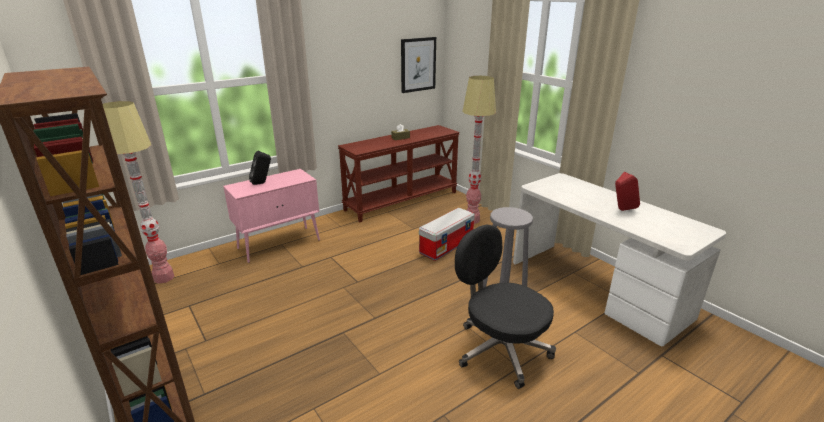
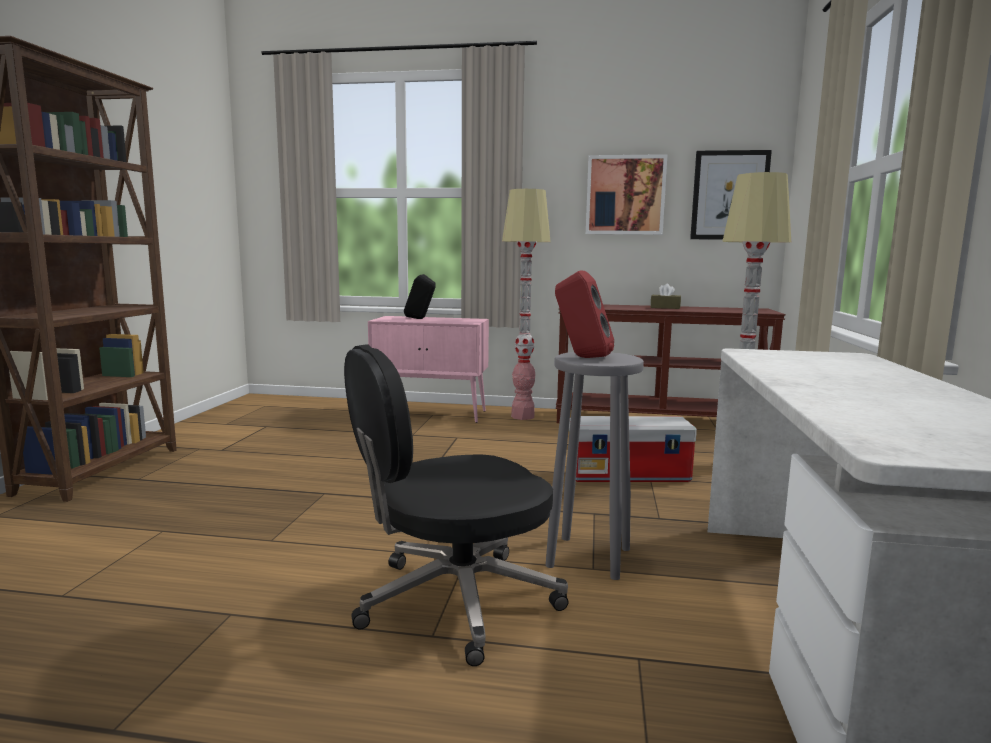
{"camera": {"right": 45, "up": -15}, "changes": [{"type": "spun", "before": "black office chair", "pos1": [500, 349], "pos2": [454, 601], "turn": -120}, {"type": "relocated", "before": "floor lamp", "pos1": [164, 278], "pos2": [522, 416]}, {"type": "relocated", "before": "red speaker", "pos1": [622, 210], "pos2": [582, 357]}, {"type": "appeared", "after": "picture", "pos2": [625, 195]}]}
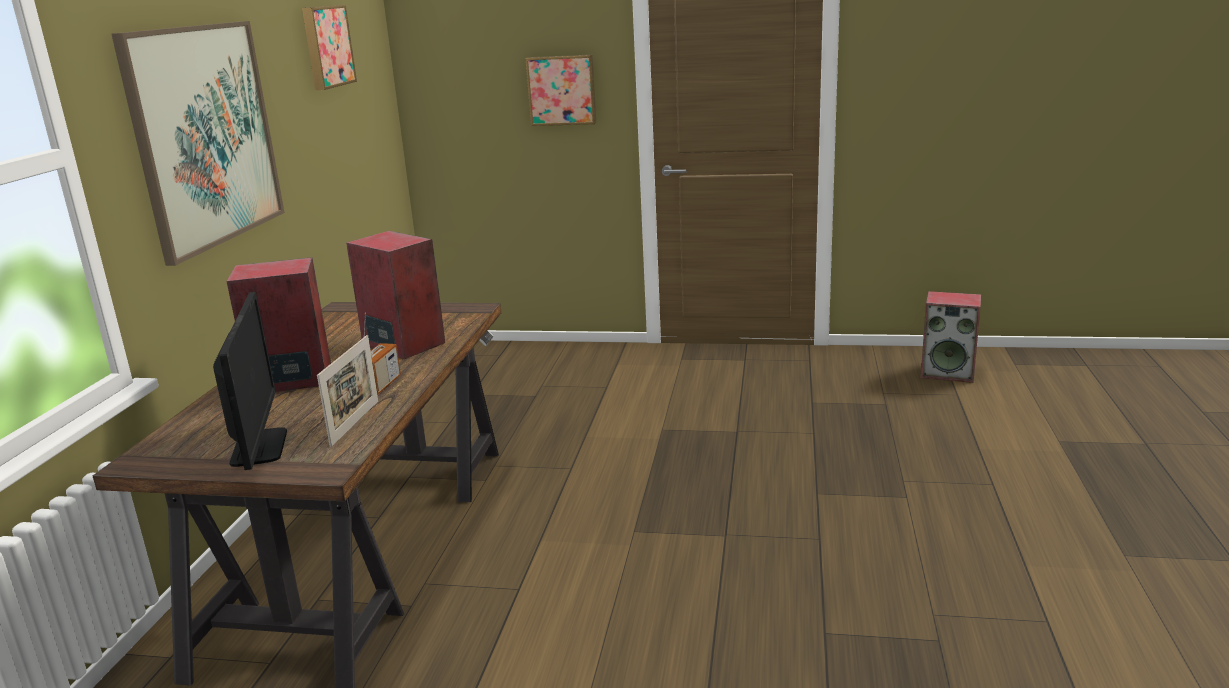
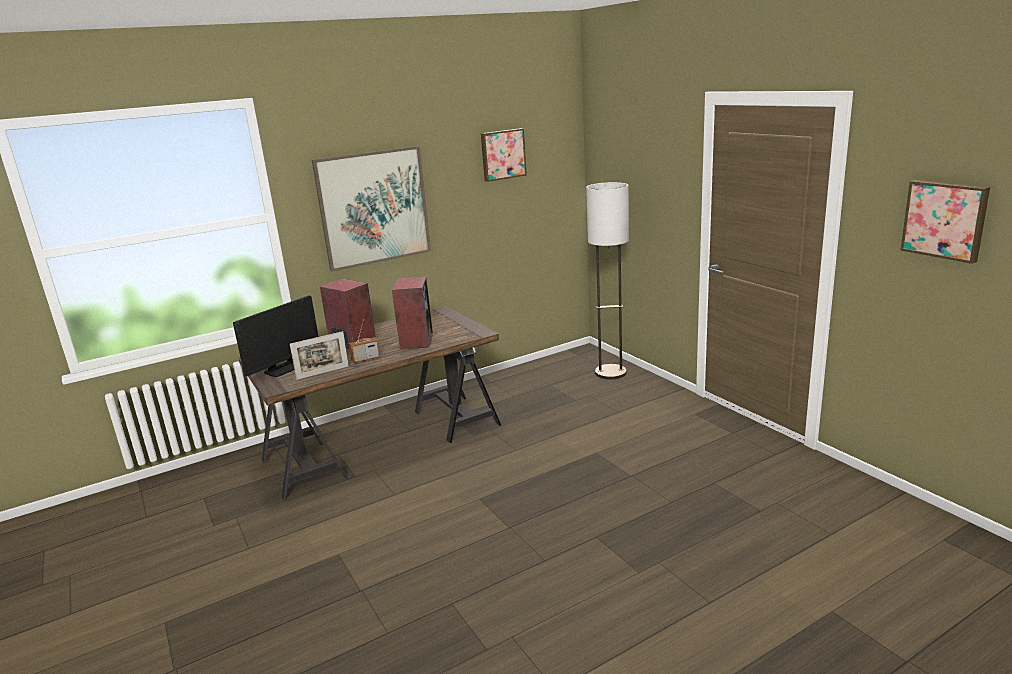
{"camera": {"right": 50, "up": 0}, "changes": [{"type": "appeared", "after": "floor lamp", "pos2": [610, 372]}, {"type": "relocated", "before": "picture", "pos1": [562, 90], "pos2": [945, 219]}, {"type": "missing", "before": "speaker", "pos1": [948, 372]}]}
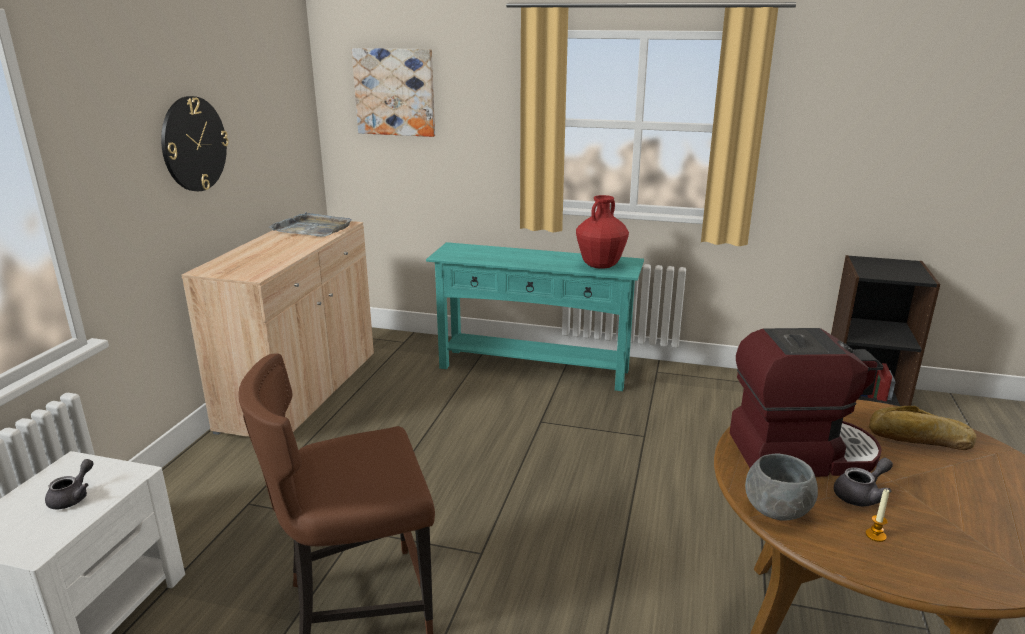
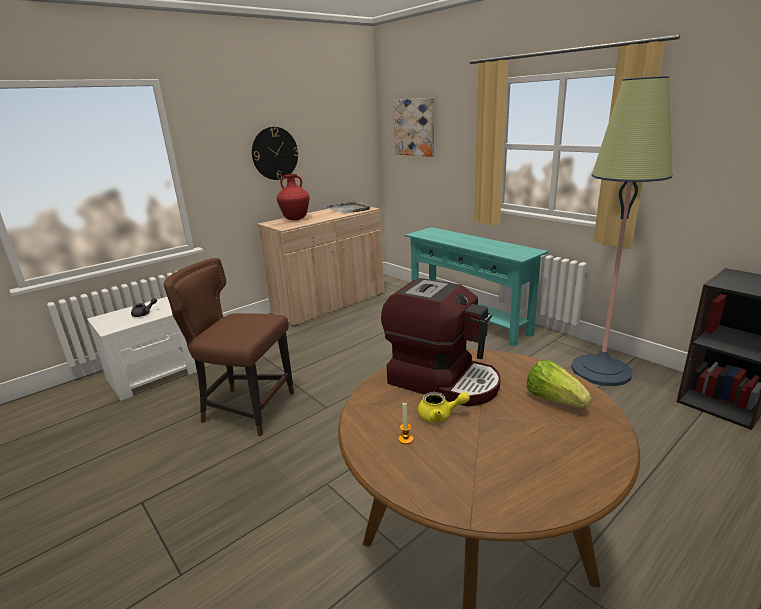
{"camera": {"right": 35, "up": 0}, "changes": [{"type": "relocated", "before": "red vase", "pos1": [600, 266], "pos2": [295, 219]}, {"type": "colour", "before": "grey teapot", "after": "yellow teapot", "pos1": [861, 495], "pos2": [440, 415]}, {"type": "exchanged", "before": "bread", "after": "lettuce", "pos1": [920, 439], "pos2": [554, 399]}, {"type": "appeared", "after": "floor lamp", "pos2": [601, 371]}, {"type": "missing", "before": "grey bowl", "pos1": [776, 510]}]}
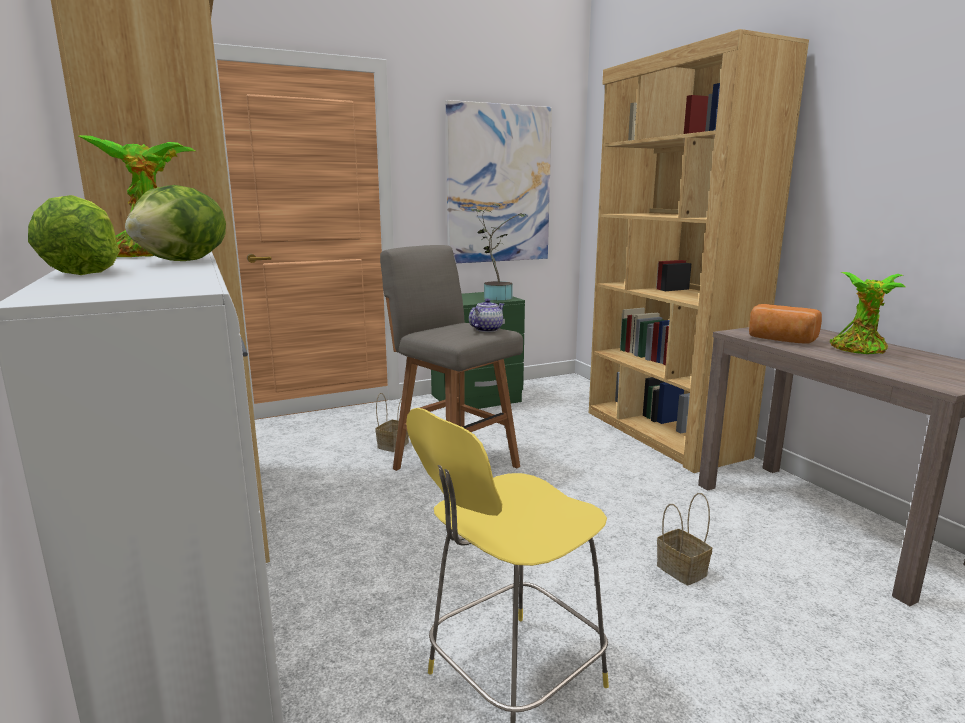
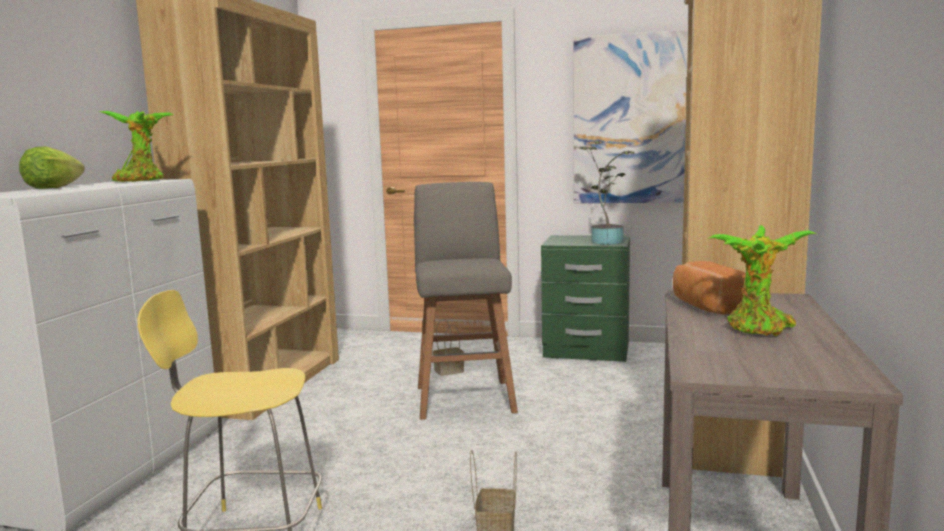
{"camera": {"right": 40, "up": -5}, "changes": [{"type": "missing", "before": "lettuce", "pos1": [184, 261]}, {"type": "missing", "before": "teapot", "pos1": [487, 329]}]}
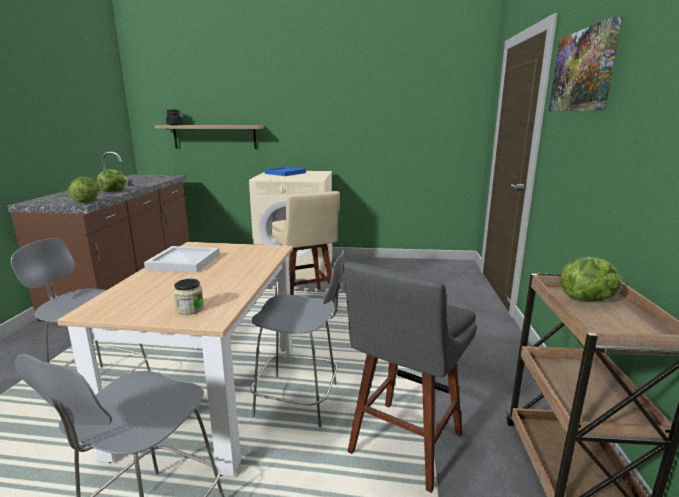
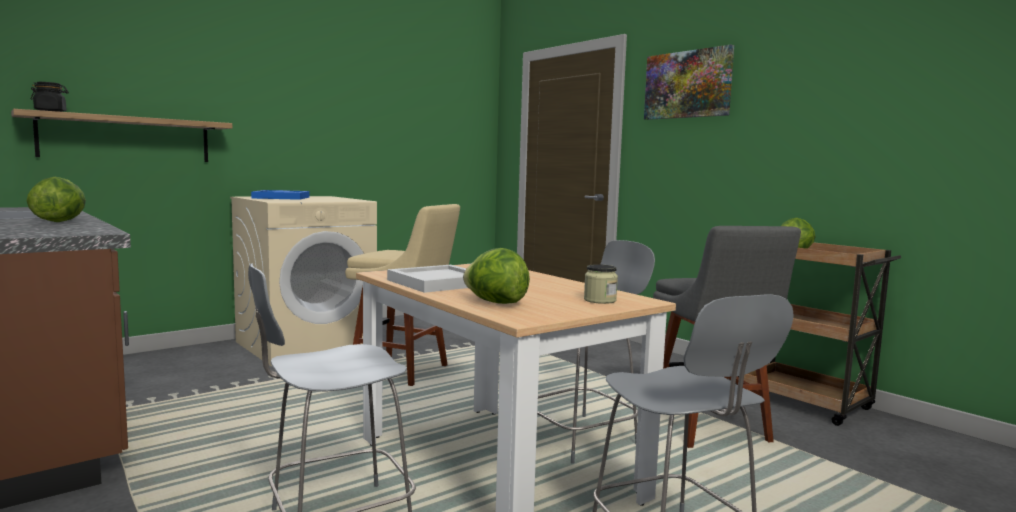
{"camera": {"right": -45, "up": -10}, "changes": [{"type": "relocated", "before": "lettuce", "pos1": [87, 201], "pos2": [495, 302]}]}
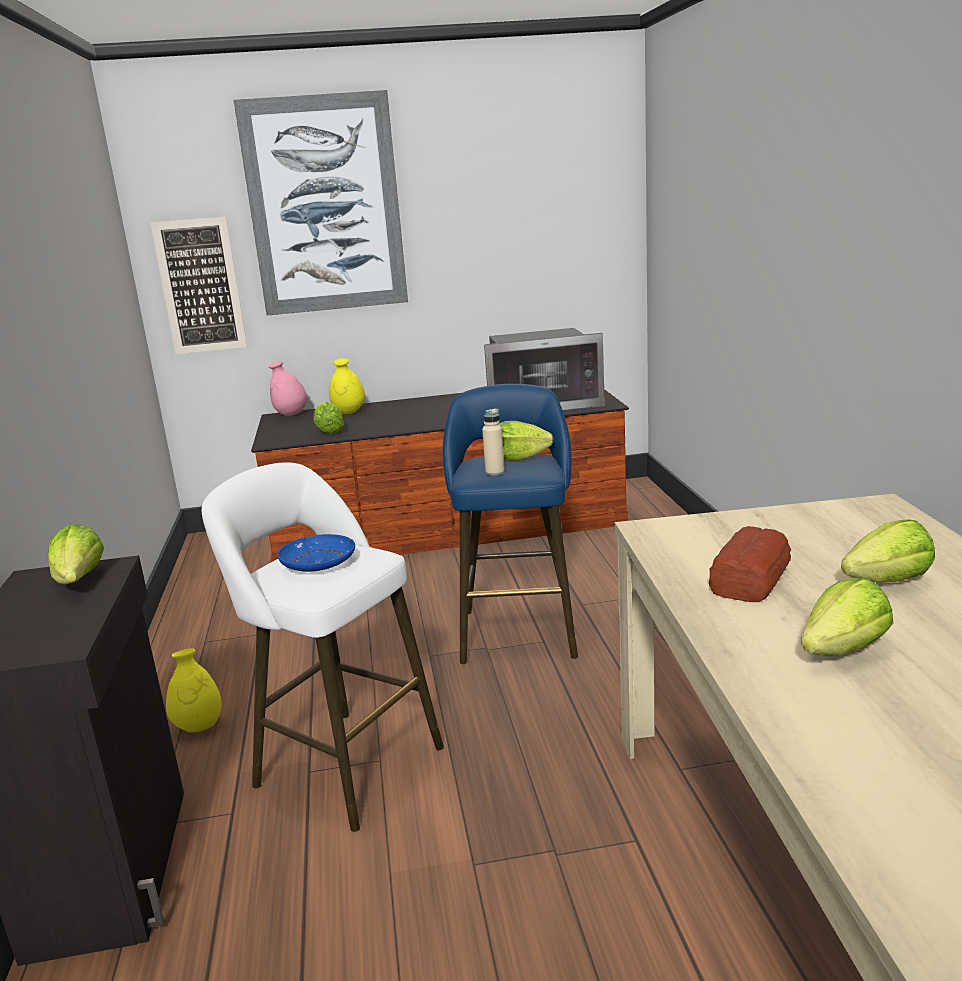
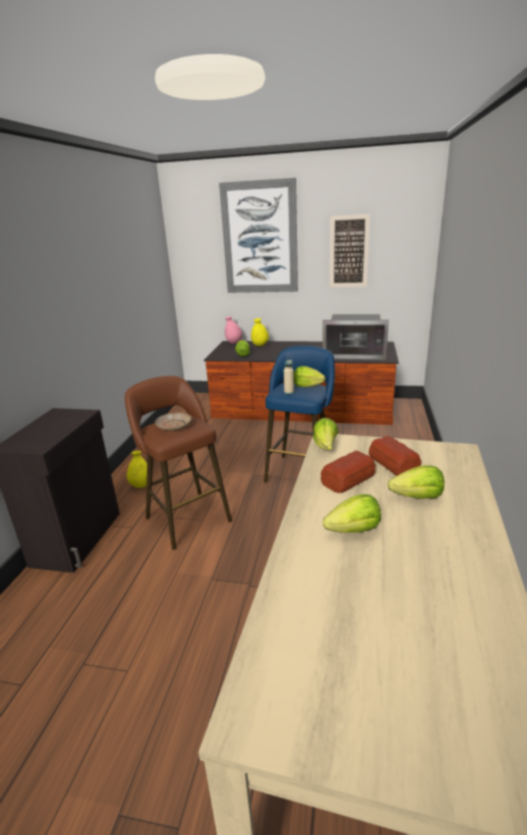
{"camera": {"right": 20, "up": 5}, "changes": [{"type": "colour", "before": "white stool", "after": "brown stool", "pos1": [341, 763], "pos2": [185, 517]}, {"type": "colour", "before": "blue plate", "after": "beige plate", "pos1": [317, 562], "pos2": [174, 426]}, {"type": "relocated", "before": "lettuce", "pos1": [79, 581], "pos2": [326, 447]}, {"type": "relocated", "before": "picture", "pos1": [200, 286], "pos2": [349, 252]}, {"type": "appeared", "after": "bread", "pos2": [393, 462]}]}
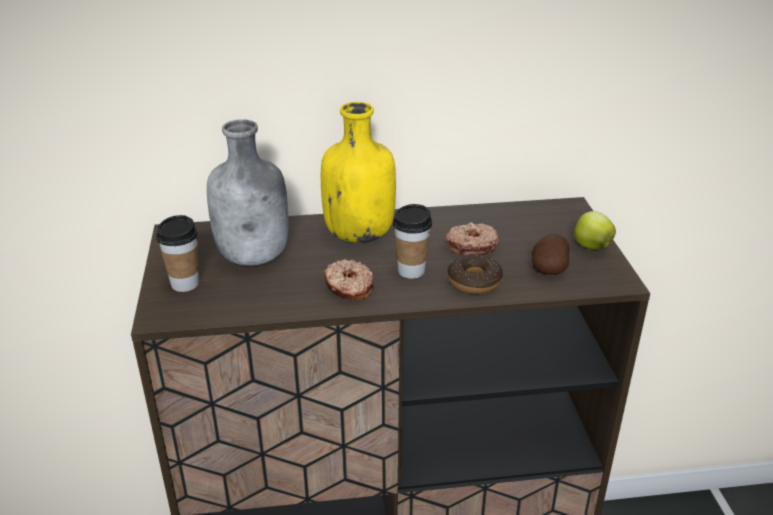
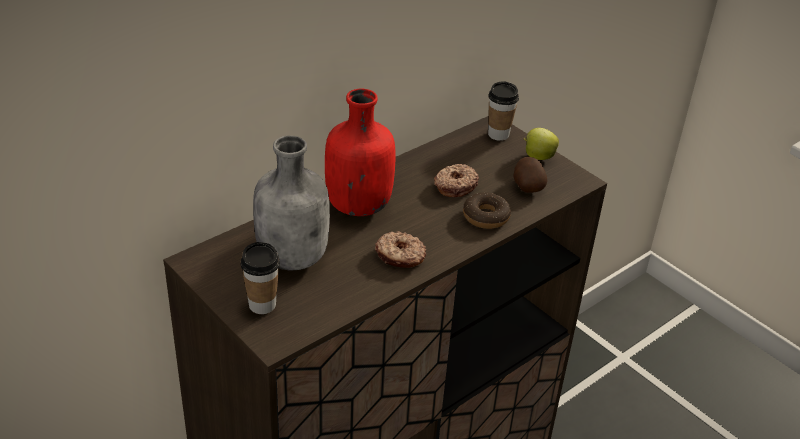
{"camera": {"right": -35, "up": 5}, "changes": [{"type": "colour", "before": "yellow bottle", "after": "red bottle", "pos1": [359, 233], "pos2": [358, 205]}, {"type": "relocated", "before": "cup", "pos1": [411, 271], "pos2": [498, 134]}]}
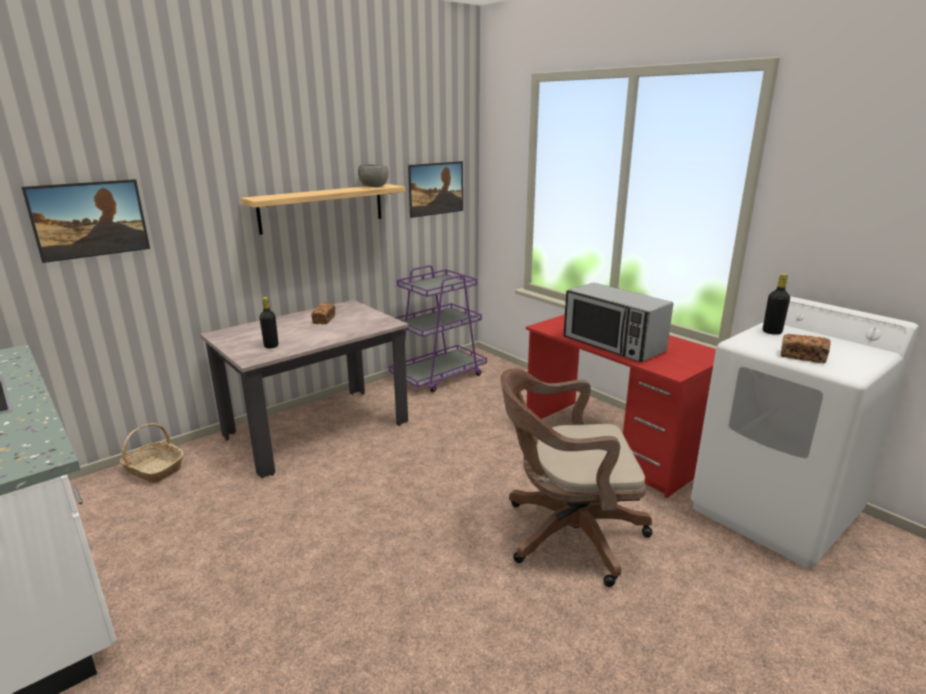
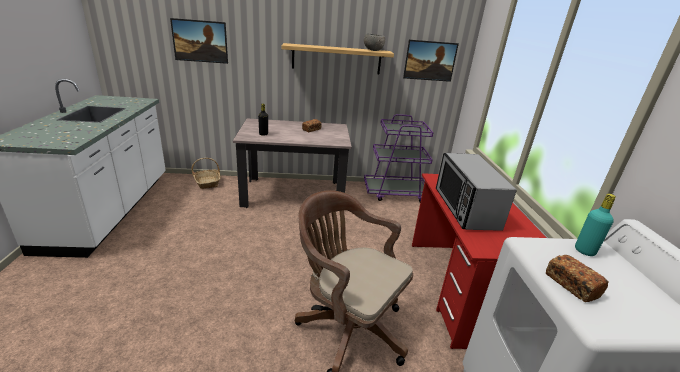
{"camera": {"right": 35, "up": 5}, "changes": [{"type": "colour", "before": "black bottle", "after": "turquoise bottle", "pos1": [772, 332], "pos2": [584, 251]}]}
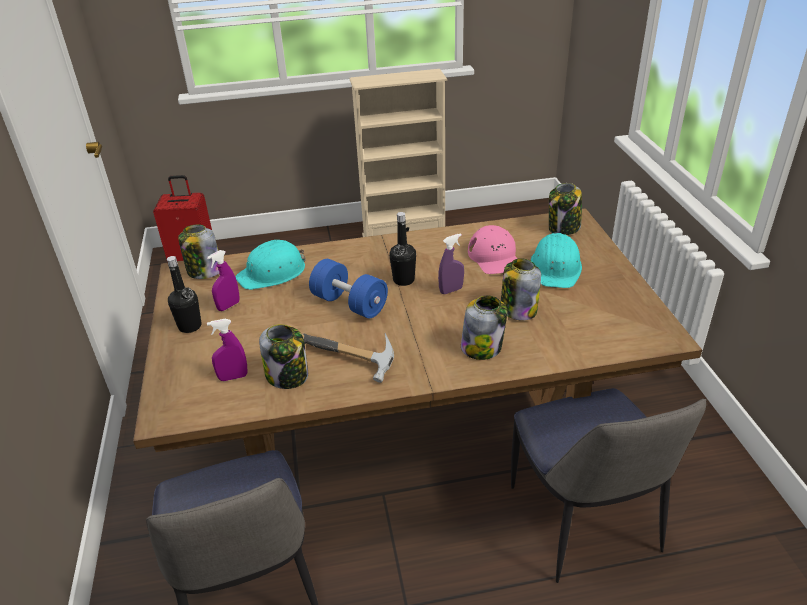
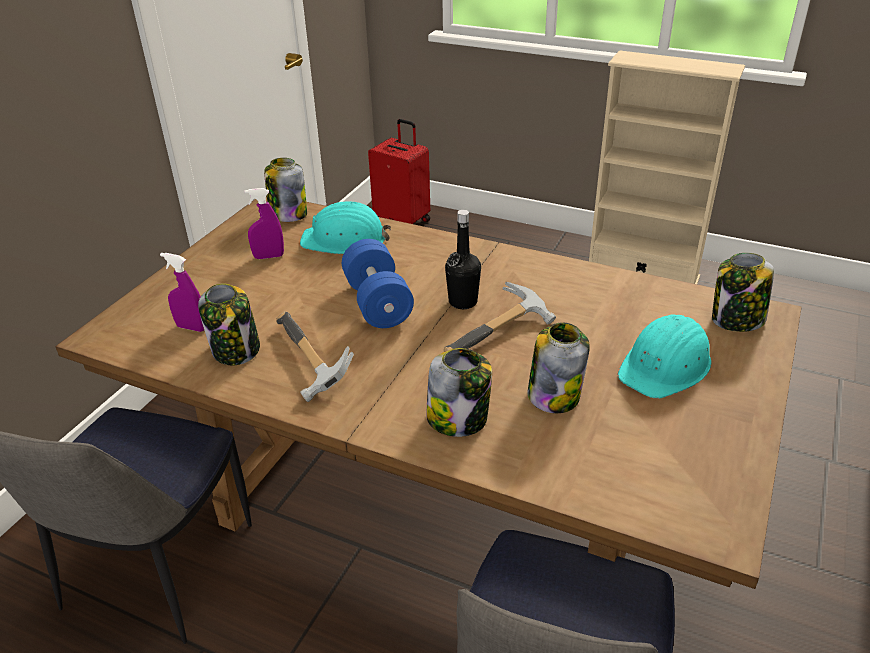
{"camera": {"right": 35, "up": 0}, "changes": [{"type": "exchanged", "before": "purple spray bottle", "after": "hammer", "pos1": [451, 290], "pos2": [501, 336]}, {"type": "missing", "before": "black bottle", "pos1": [190, 326]}, {"type": "missing", "before": "pink cap", "pos1": [495, 257]}]}
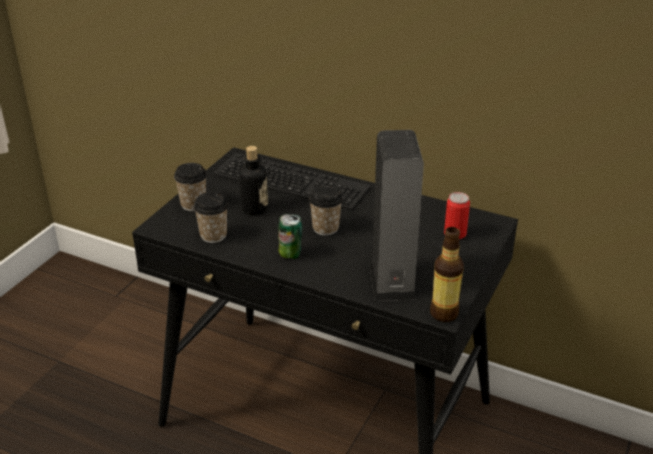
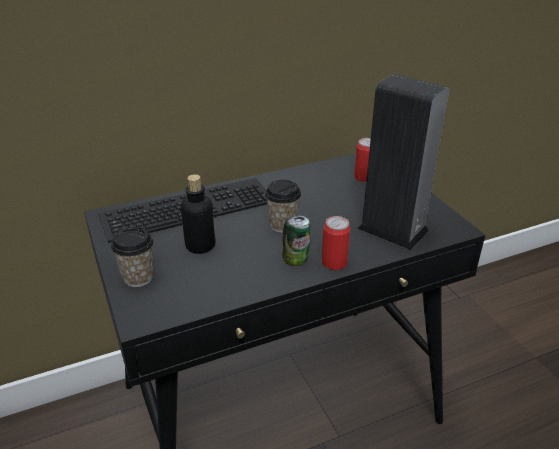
{"camera": {"right": -50, "up": 0}, "changes": [{"type": "appeared", "after": "can", "pos2": [334, 262]}, {"type": "missing", "before": "cup", "pos1": [213, 235]}, {"type": "missing", "before": "bottle", "pos1": [444, 313]}]}
